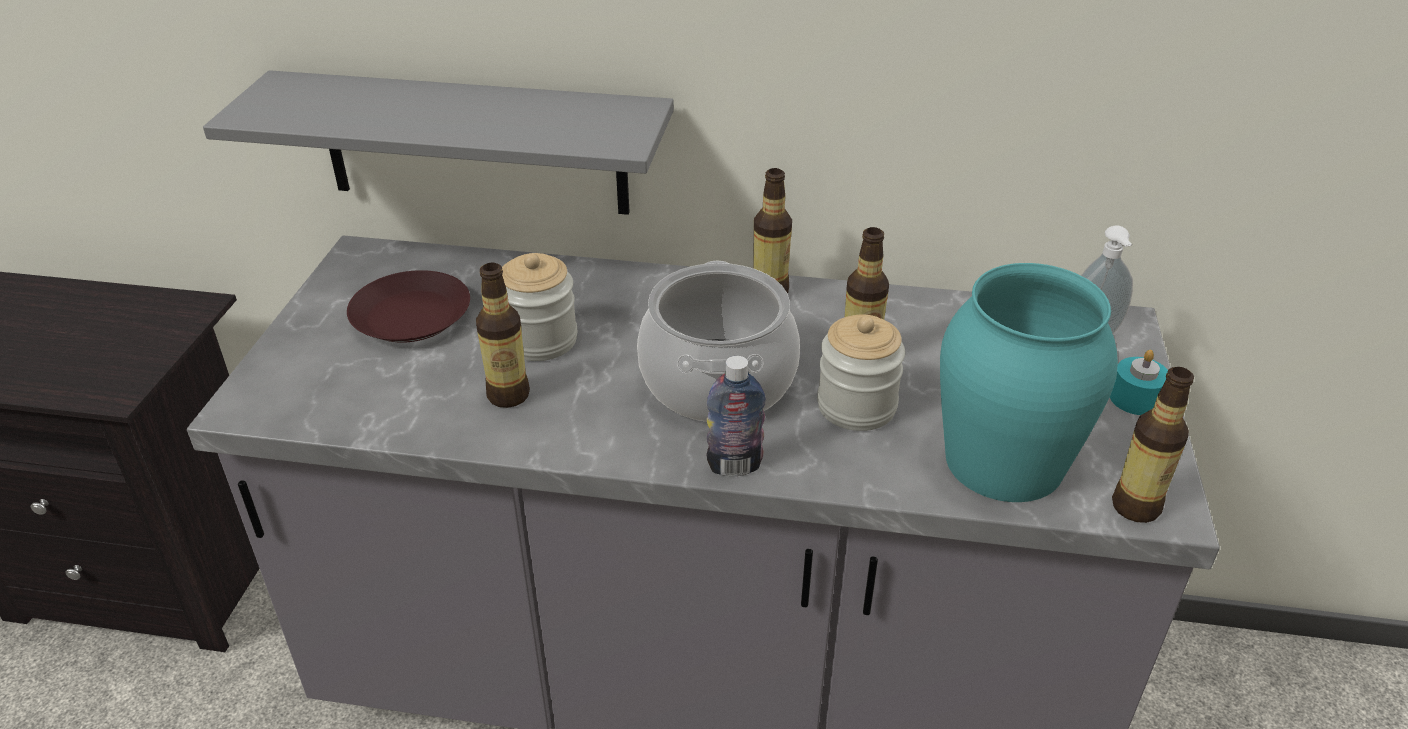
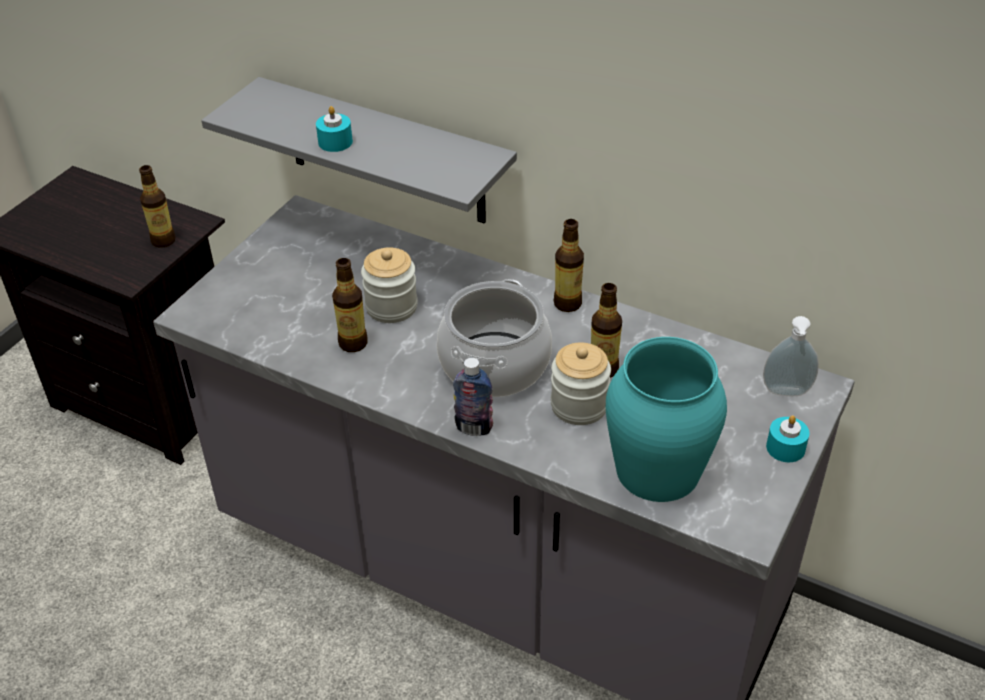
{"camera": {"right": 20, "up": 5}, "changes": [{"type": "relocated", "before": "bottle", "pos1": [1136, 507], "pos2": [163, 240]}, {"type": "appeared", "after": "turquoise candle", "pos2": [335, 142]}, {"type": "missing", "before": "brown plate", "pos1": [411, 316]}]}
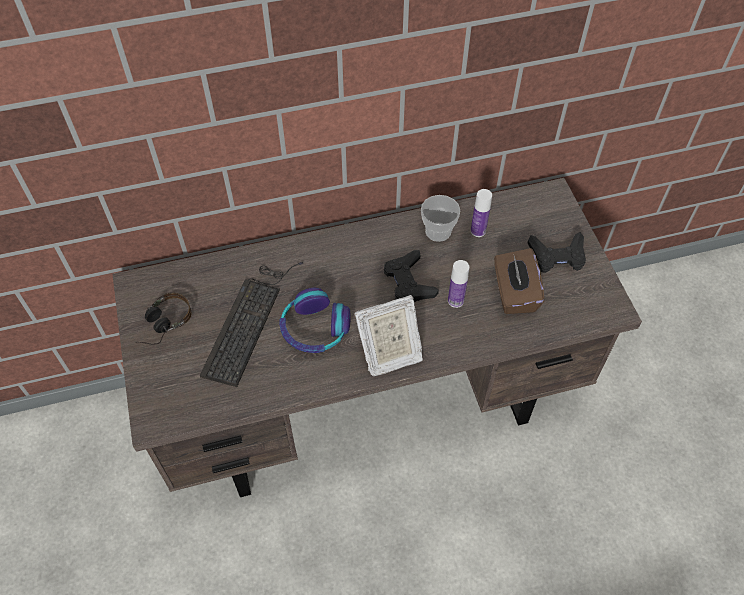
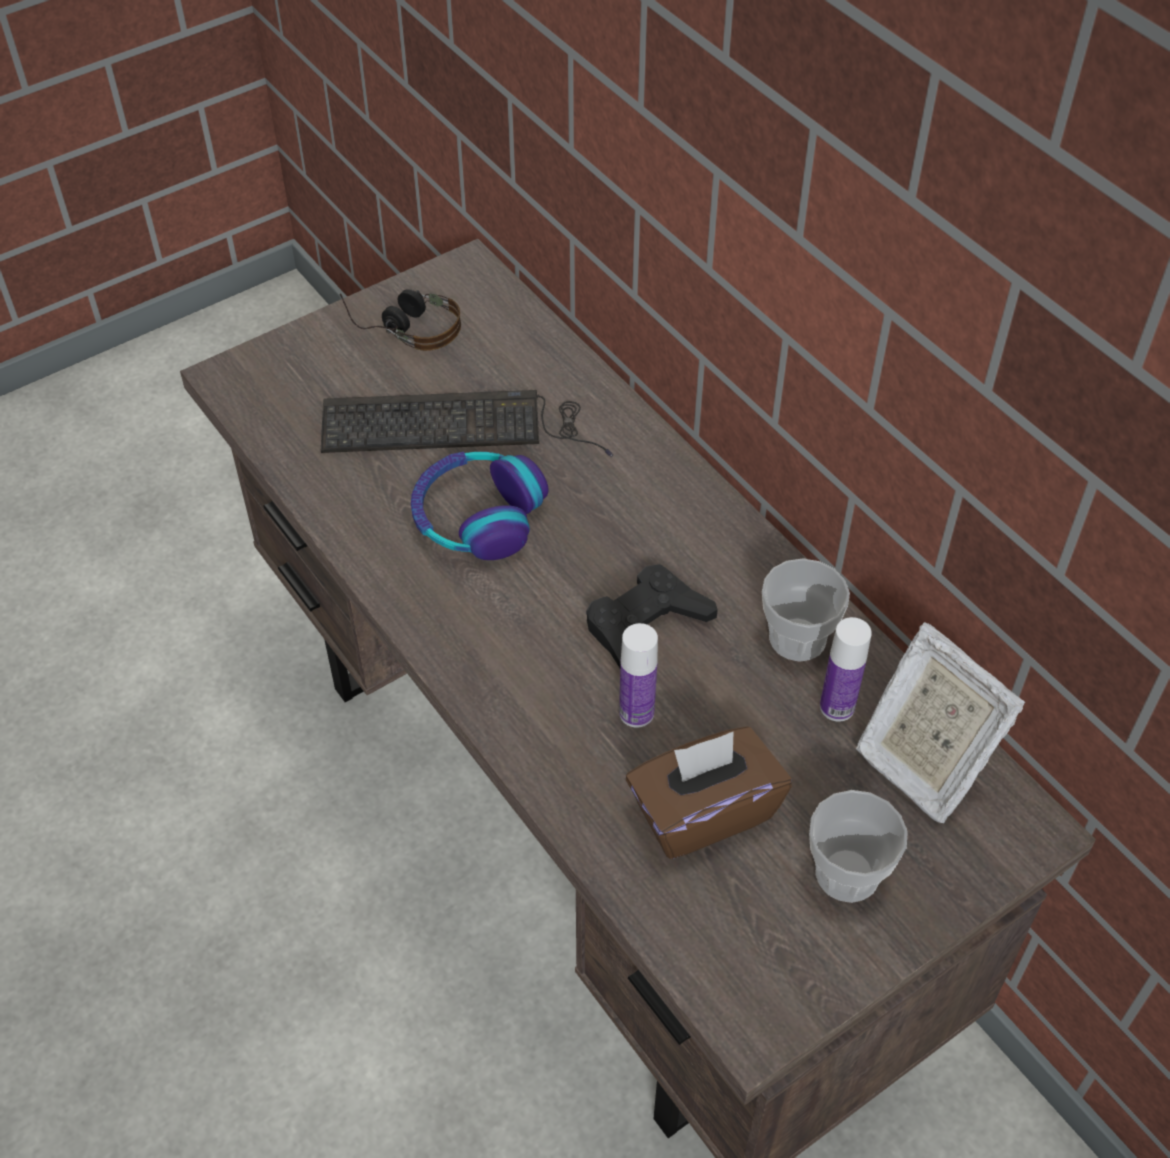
{"camera": {"right": 70, "up": -5}, "changes": [{"type": "exchanged", "before": "black game controller", "after": "cup", "pos1": [557, 256], "pos2": [847, 873]}, {"type": "relocated", "before": "picture frame", "pos1": [389, 354], "pos2": [921, 763]}]}
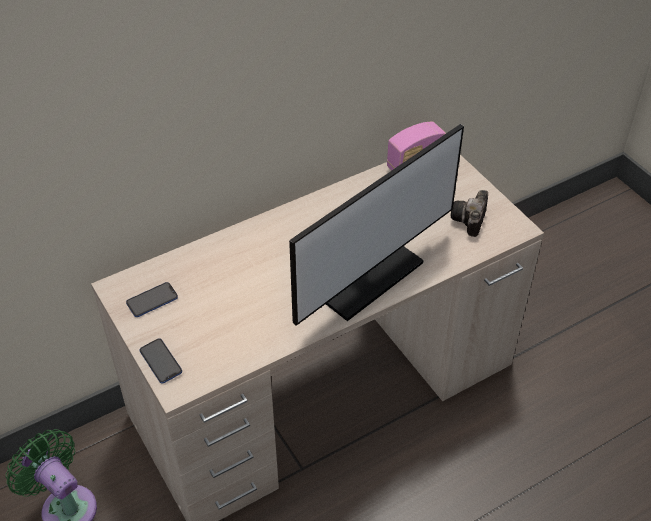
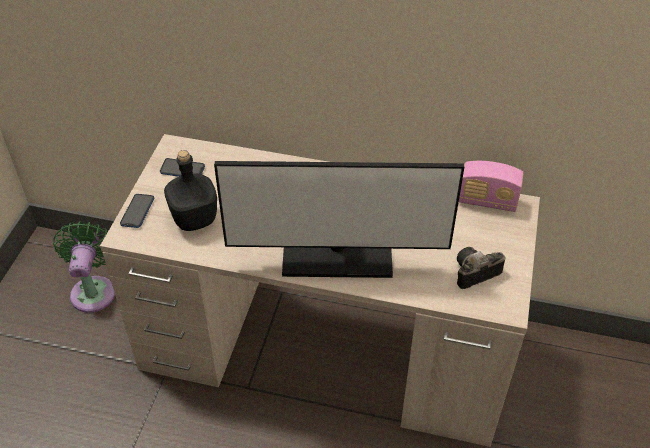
{"camera": {"right": 45, "up": 0}, "changes": [{"type": "appeared", "after": "black bottle", "pos2": [194, 218]}]}
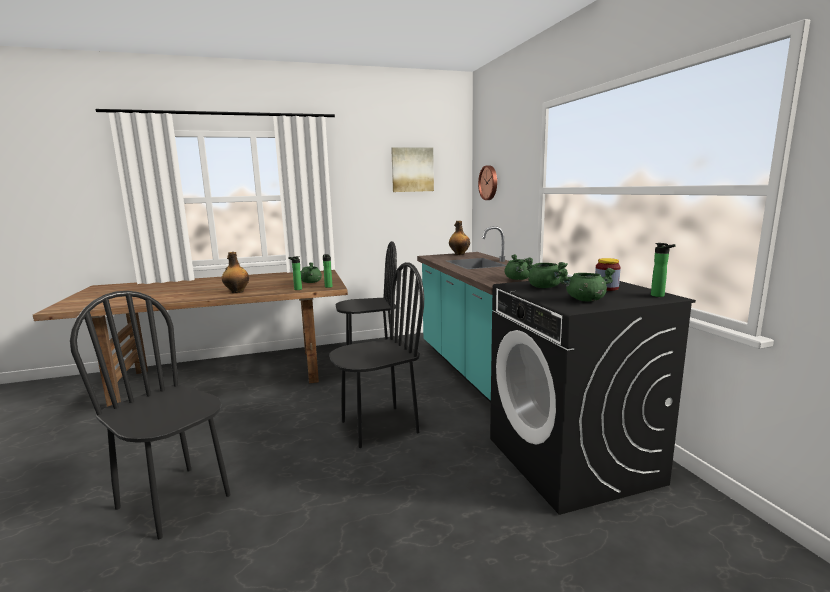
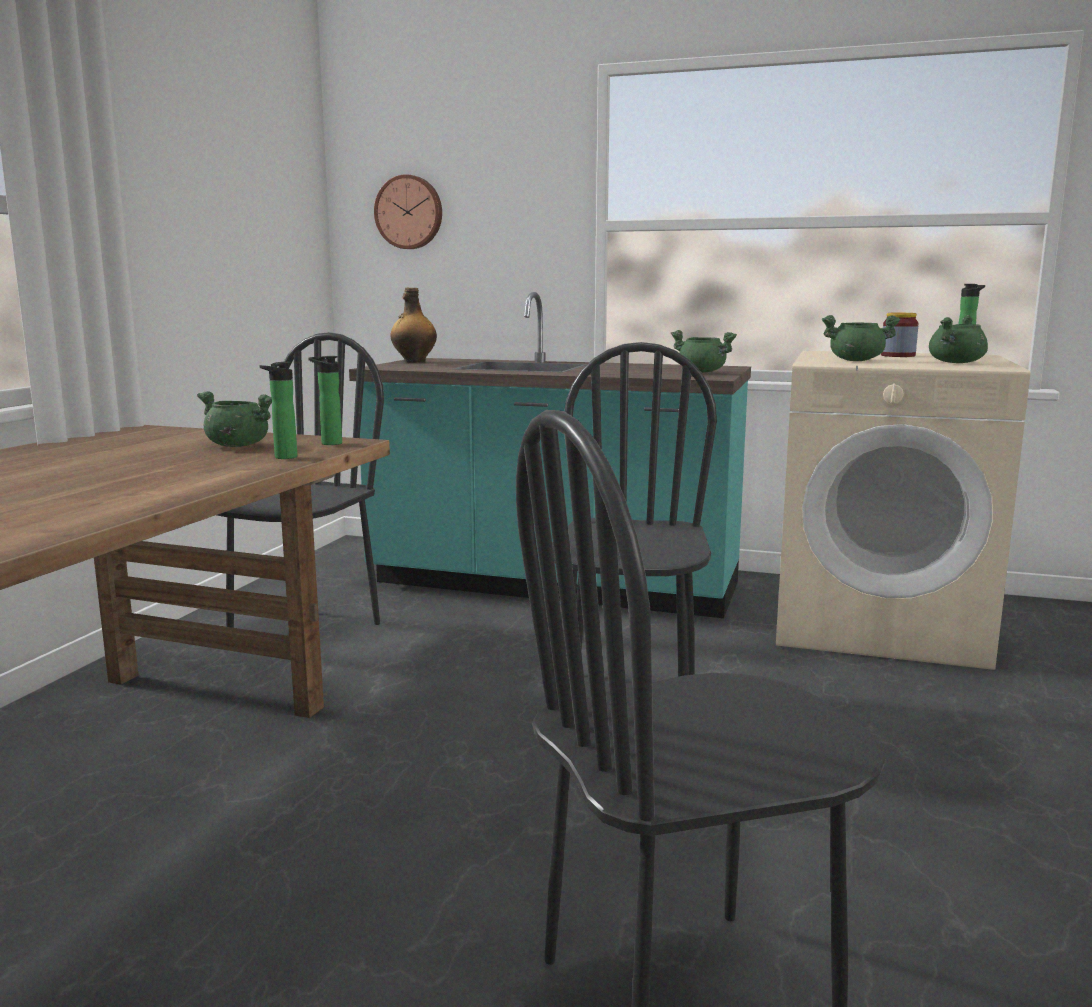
{"camera": {"right": -55, "up": 0}, "changes": [{"type": "colour", "before": "black washing machine", "after": "beige washing machine", "pos1": [573, 461], "pos2": [880, 624]}, {"type": "missing", "before": "bottle", "pos1": [237, 292]}, {"type": "missing", "before": "picture", "pos1": [412, 170]}]}
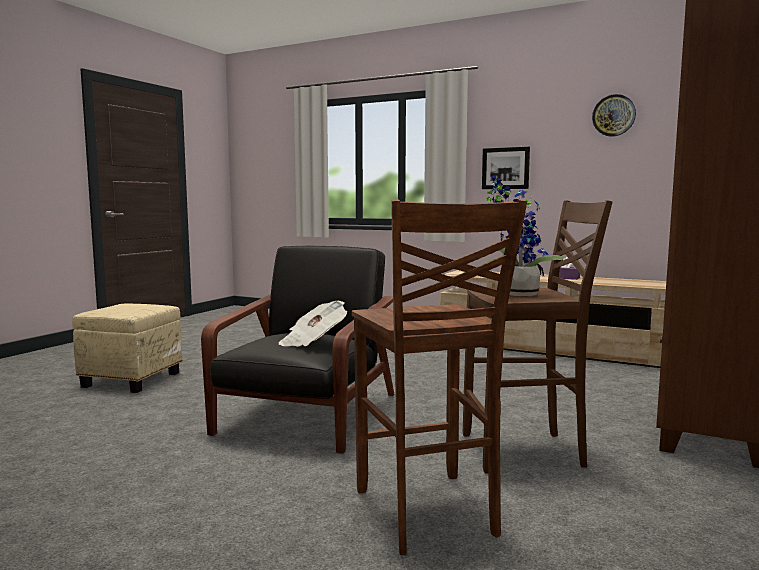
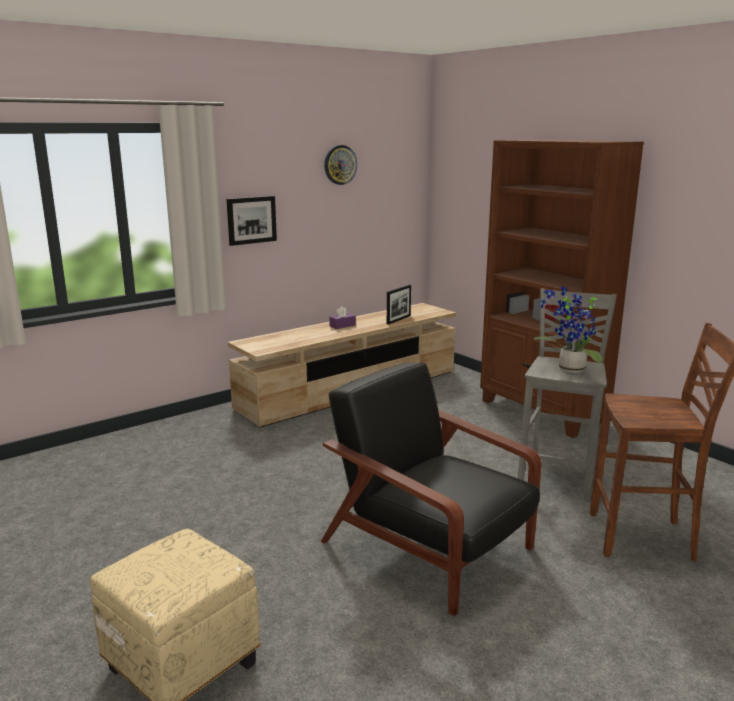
{"camera": {"right": -65, "up": 10}, "changes": [{"type": "appeared", "after": "picture frame", "pos2": [398, 320]}, {"type": "colour", "before": "brown stool", "after": "grey stool", "pos1": [525, 451], "pos2": [558, 476]}, {"type": "missing", "before": "newspaper", "pos1": [313, 342]}]}
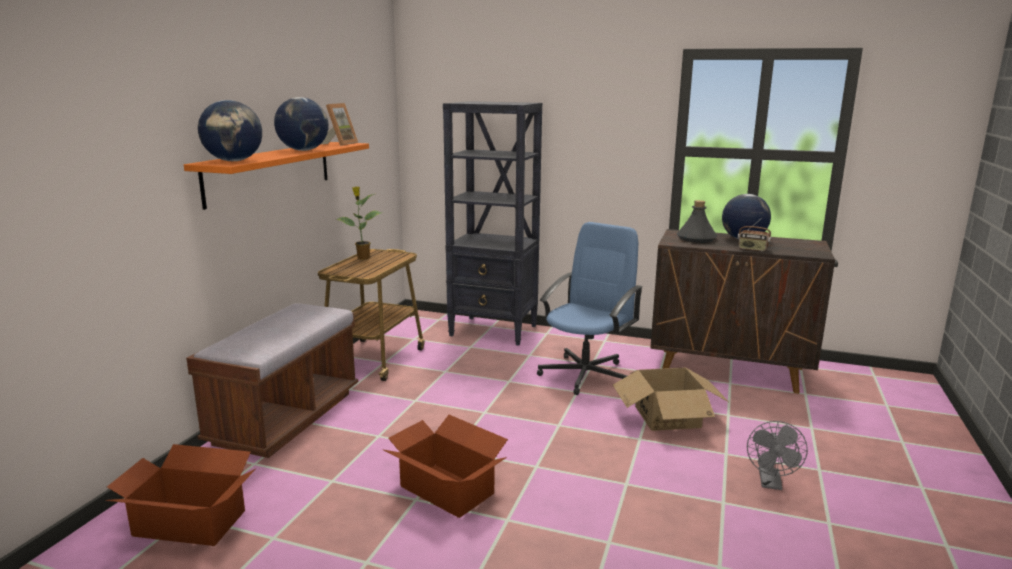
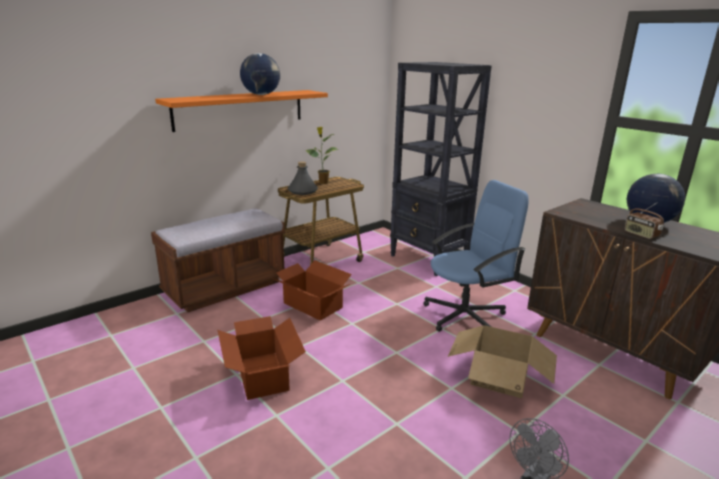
{"camera": {"right": 30, "up": 5}, "changes": [{"type": "relocated", "before": "cardboard box", "pos1": [189, 522], "pos2": [313, 305]}, {"type": "relocated", "before": "grey bottle", "pos1": [696, 239], "pos2": [302, 191]}, {"type": "missing", "before": "globe", "pos1": [234, 161]}, {"type": "missing", "before": "picture frame", "pos1": [340, 144]}]}
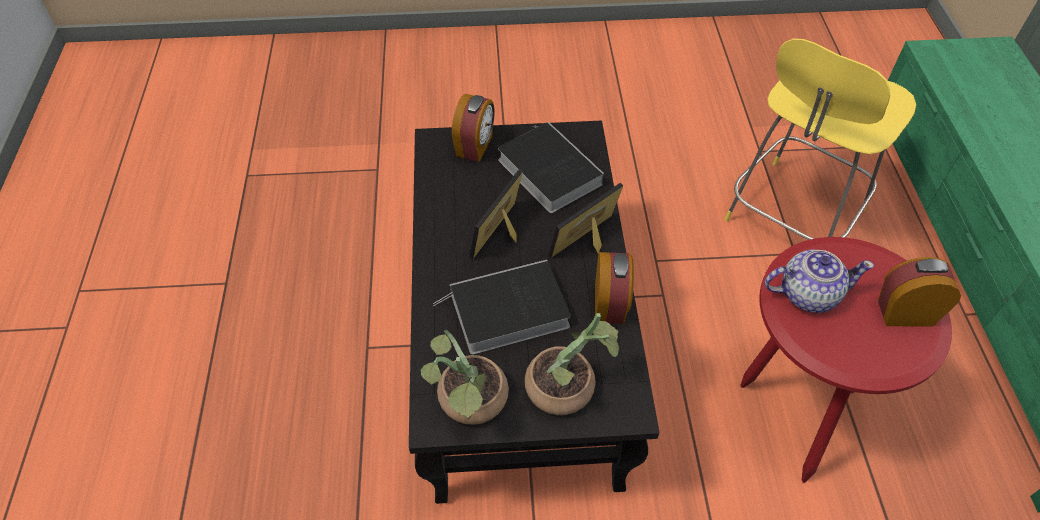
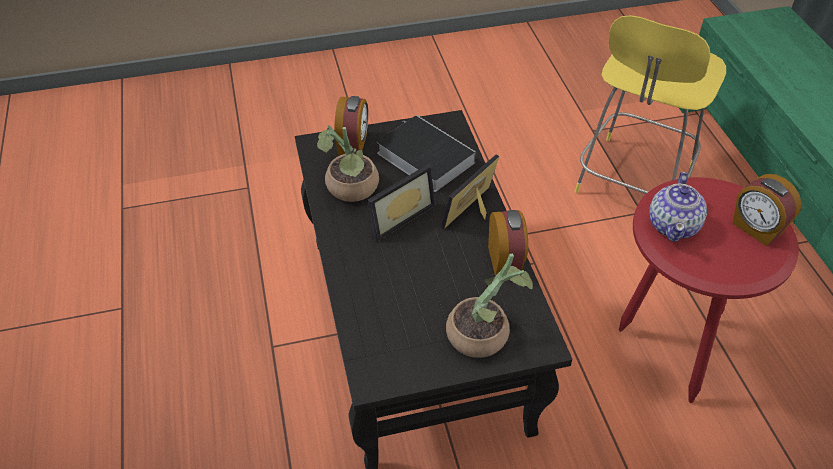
{"camera": {"right": -10, "up": -5}, "changes": [{"type": "relocated", "before": "potted plant", "pos1": [469, 404], "pos2": [350, 191]}, {"type": "spun", "before": "picture frame", "pos1": [504, 235], "pos2": [397, 215], "turn": -150}, {"type": "spun", "before": "teapot", "pos1": [807, 294], "pos2": [673, 225], "turn": 120}, {"type": "spun", "before": "alarm clock", "pos1": [904, 312], "pos2": [756, 229], "turn": -120}, {"type": "missing", "before": "book", "pos1": [506, 312]}]}
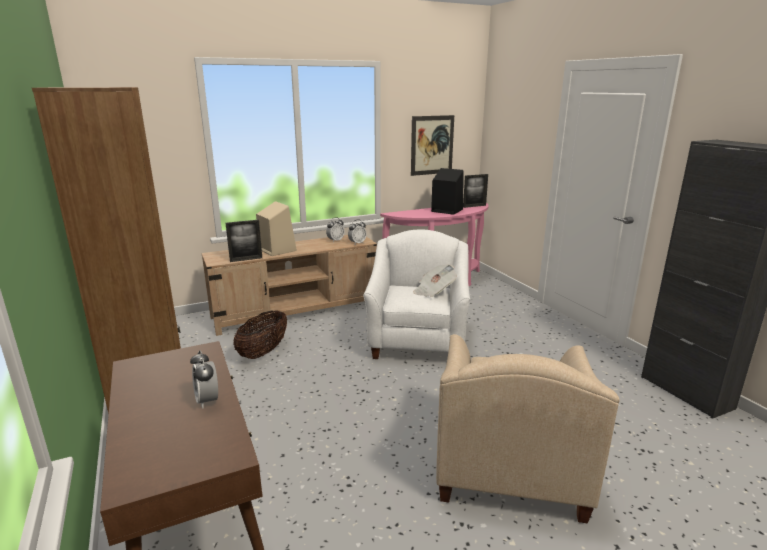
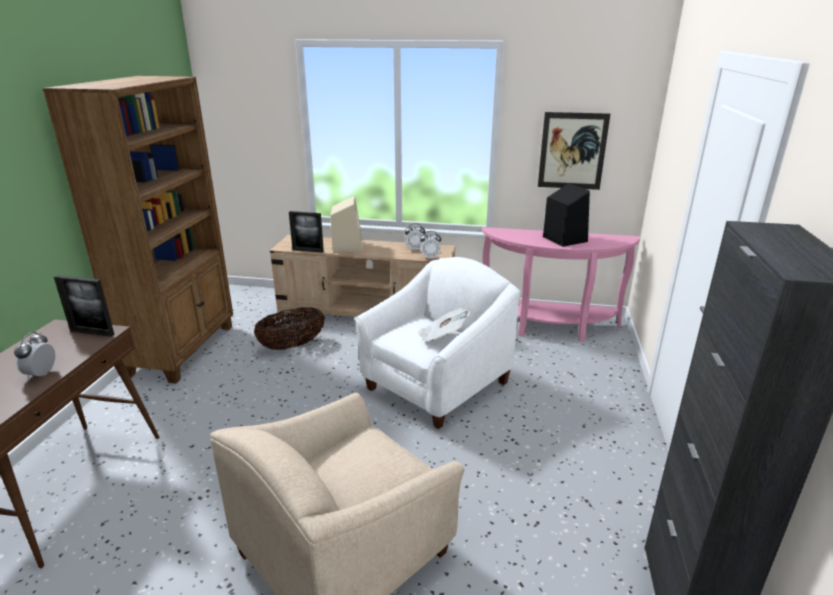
{"camera": {"right": 35, "up": 5}, "changes": [{"type": "relocated", "before": "picture frame", "pos1": [474, 206], "pos2": [92, 332]}]}
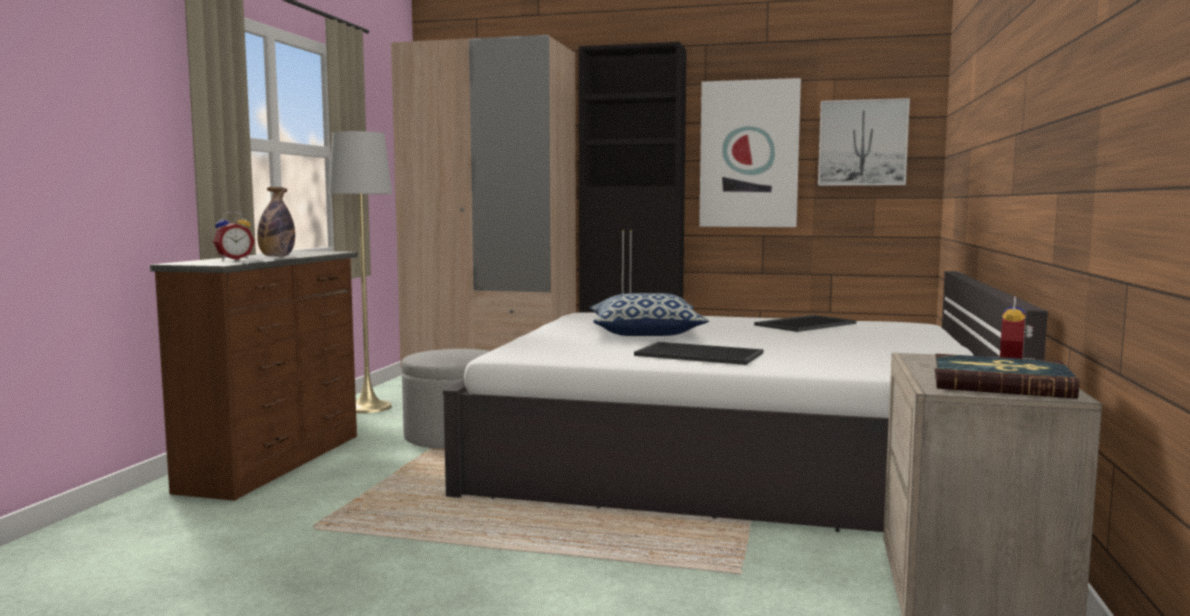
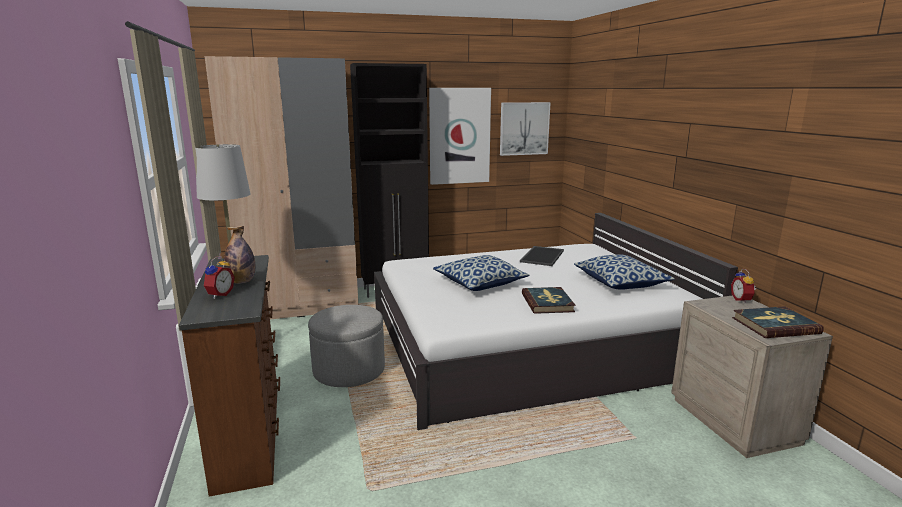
{"camera": {"right": -30, "up": 10}, "changes": [{"type": "exchanged", "before": "tray", "after": "book", "pos1": [700, 354], "pos2": [547, 303]}, {"type": "appeared", "after": "pillow", "pos2": [620, 283]}]}
